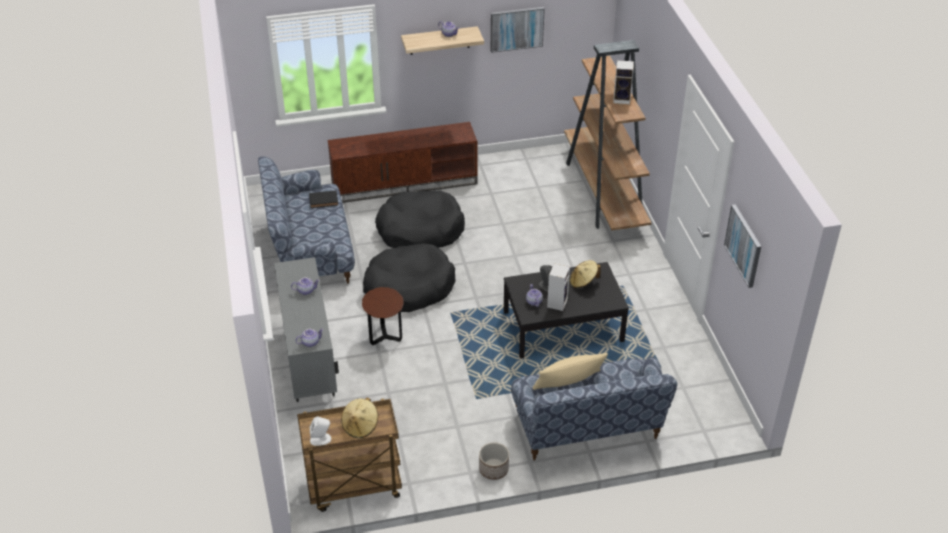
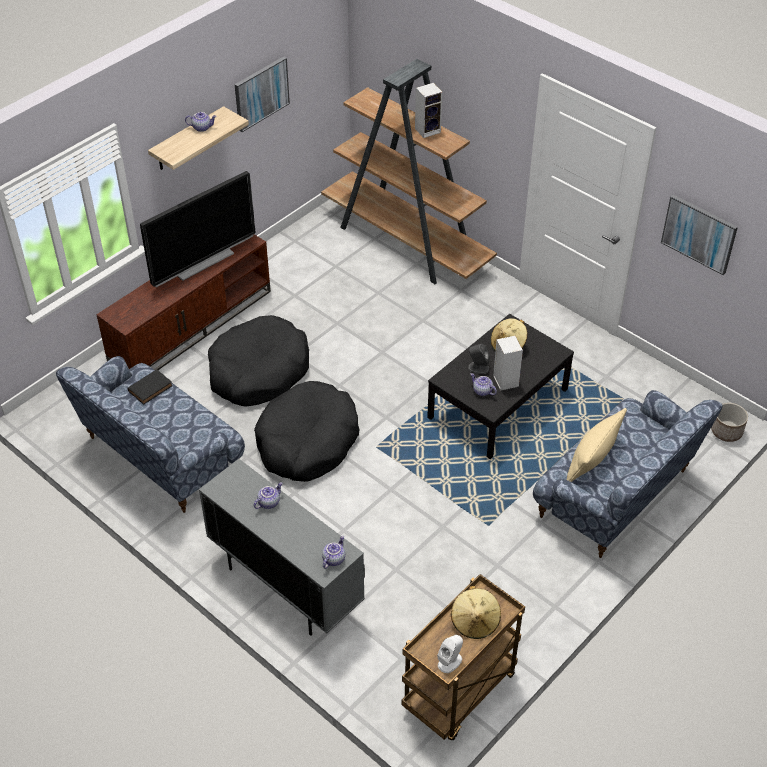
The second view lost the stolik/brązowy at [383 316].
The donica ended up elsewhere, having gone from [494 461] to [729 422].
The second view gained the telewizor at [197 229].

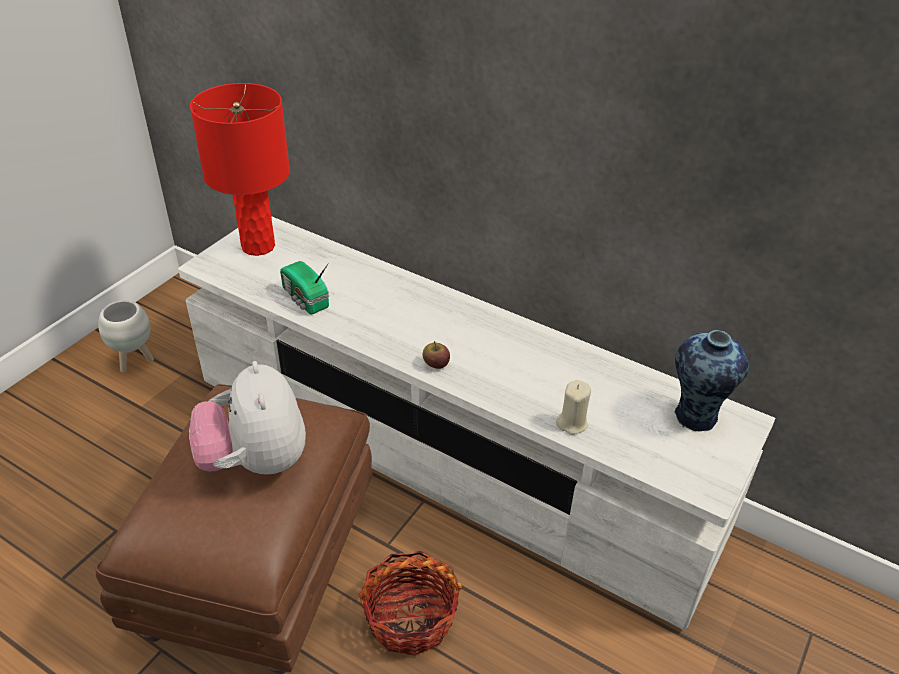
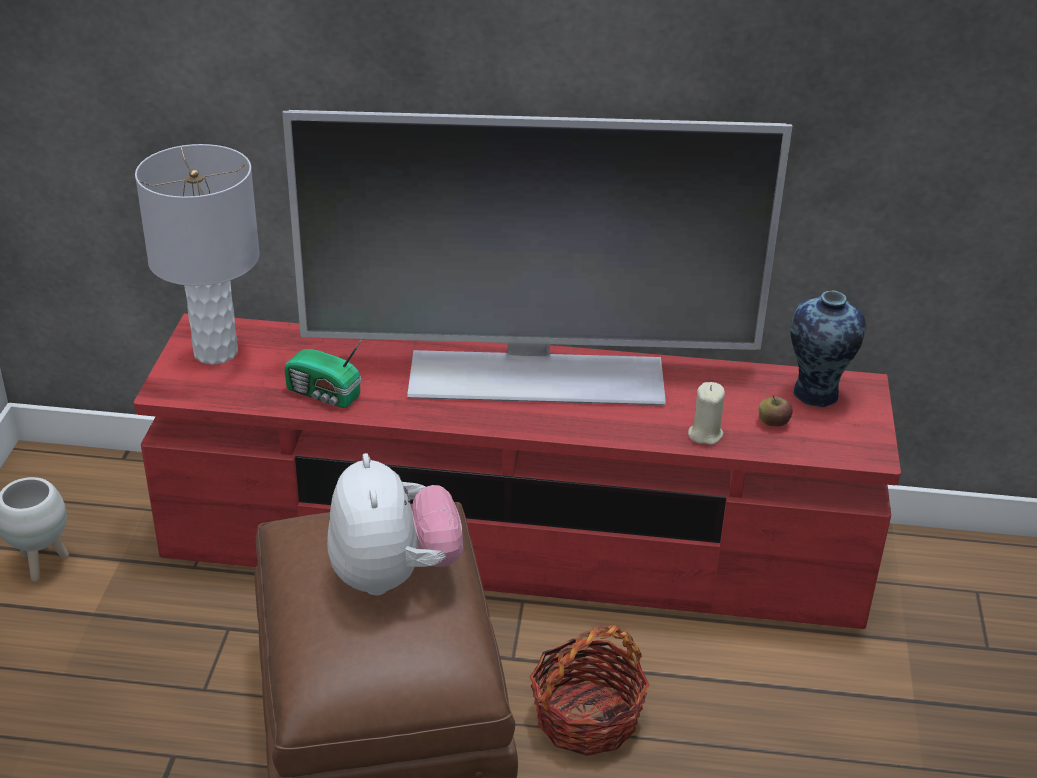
What was the lampa stołowa/czerwony at [240 169] turned into the lampa stołowa/szary at [197 254].
What was the szafka pod telewizor/biały at [477 423] turned into the szafka pod telewizor/czerwony at [517 471].
The jabłko ended up elsewhere, having gone from [436 355] to [775 411].
The pluszak at [247 418] ended up facing another way, 150 degrees counterclockwise from before.
The second view gained the telewizor at [537 257].

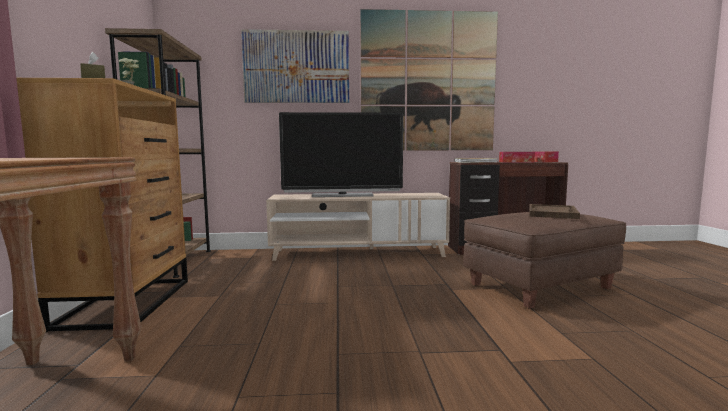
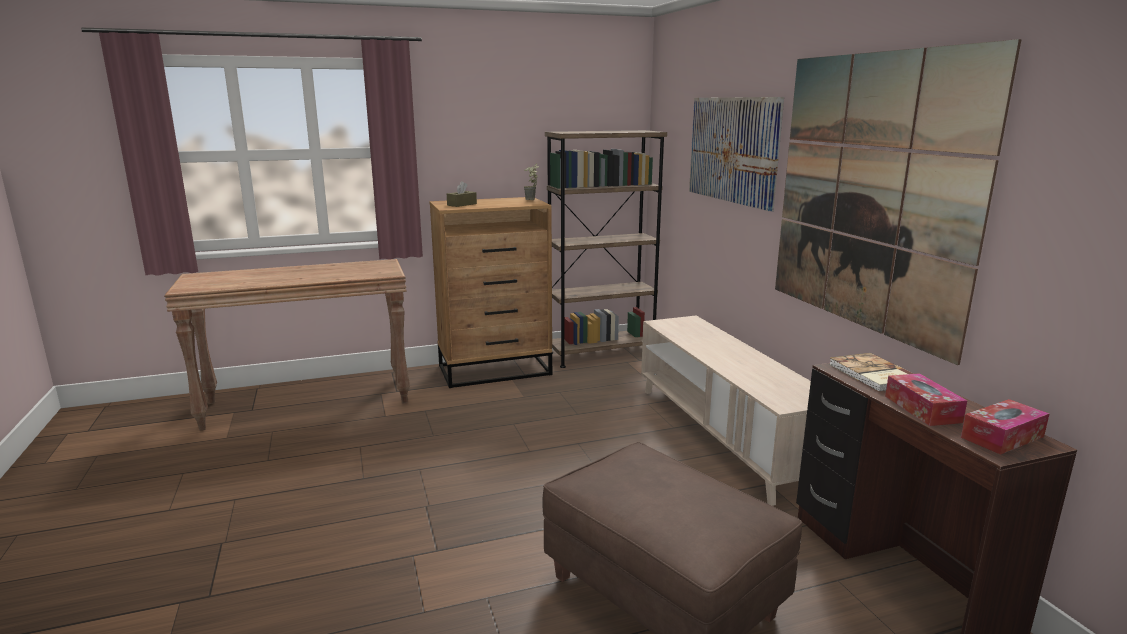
The second view lost the telewizor at [341 154].
The second view lost the taca/brązowy at [554 211].

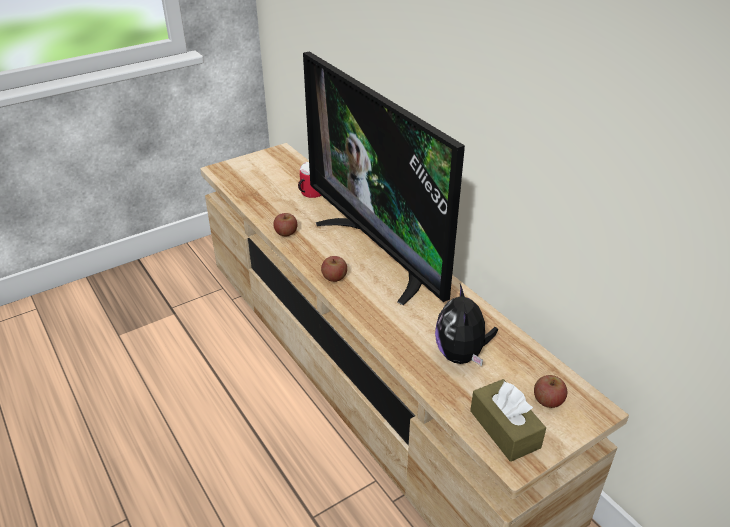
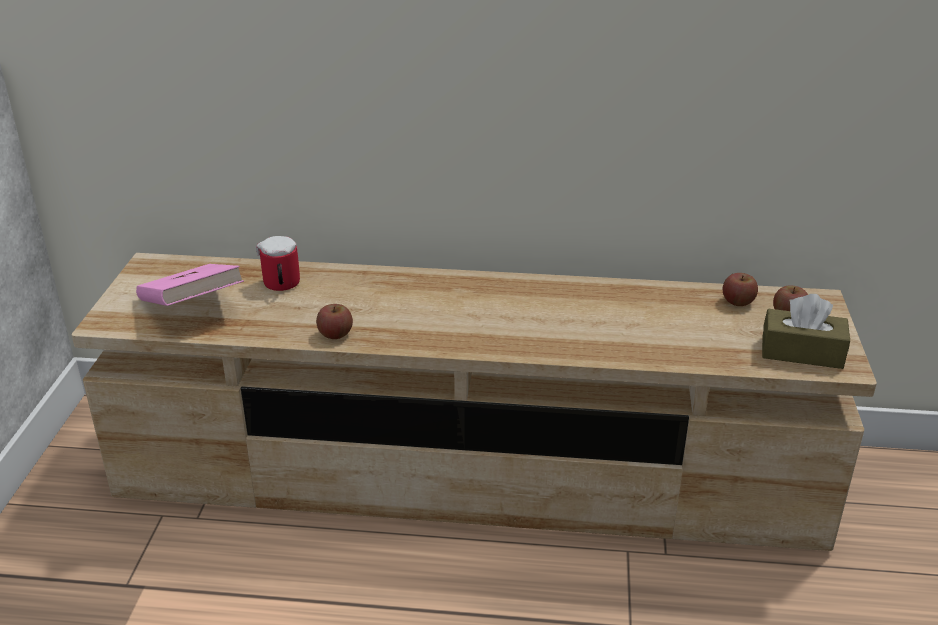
The second view lost the telewizor at [384 178].
The jabłko ended up elsewhere, having gone from [334 269] to [740 289].
The second view lost the pluszak at [466 325].
The second view gained the książka/różowy at [190 285].

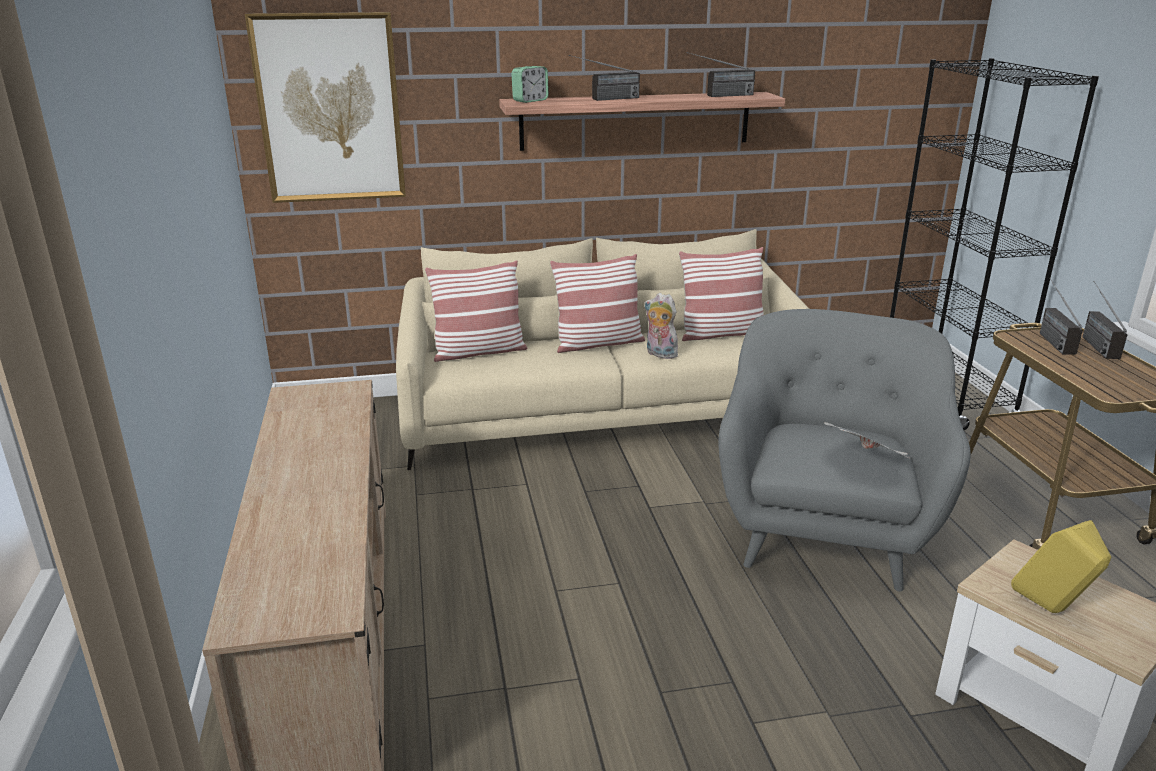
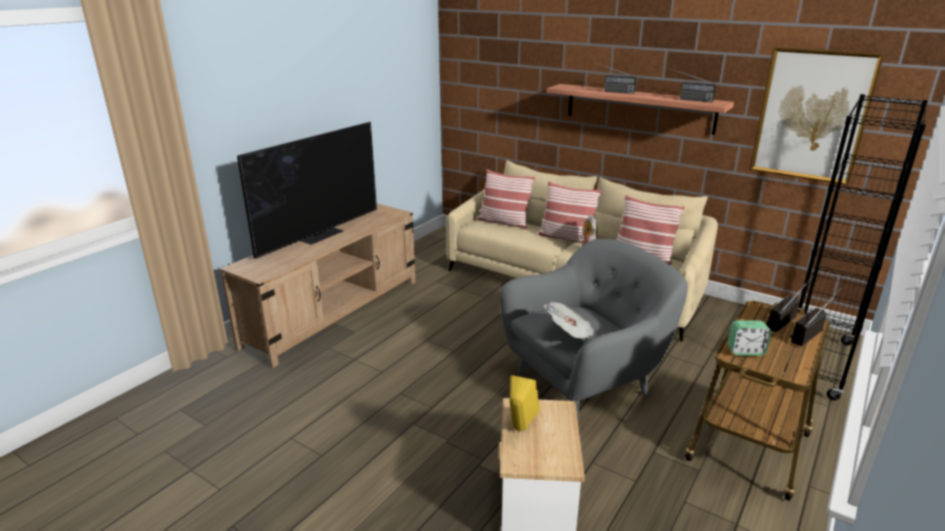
The obraz ended up elsewhere, having gone from [325 107] to [816 116].
The budzik ended up elsewhere, having gone from [530 84] to [749 338].
The second view gained the telewizor at [307 190].

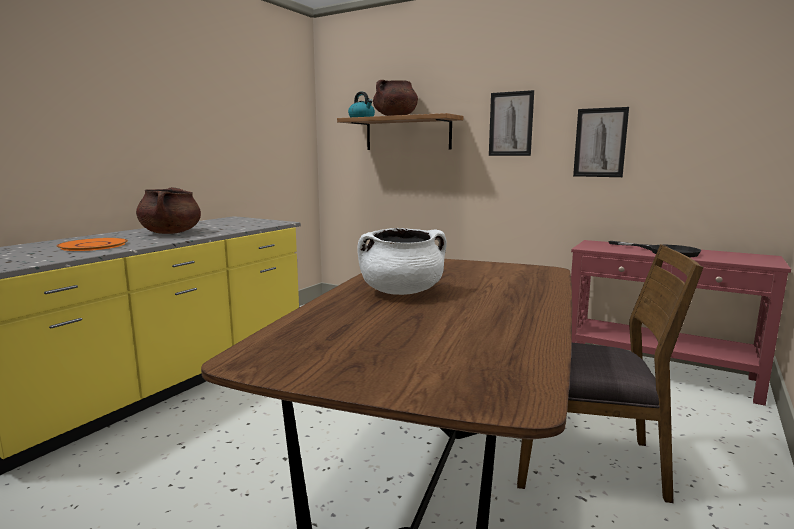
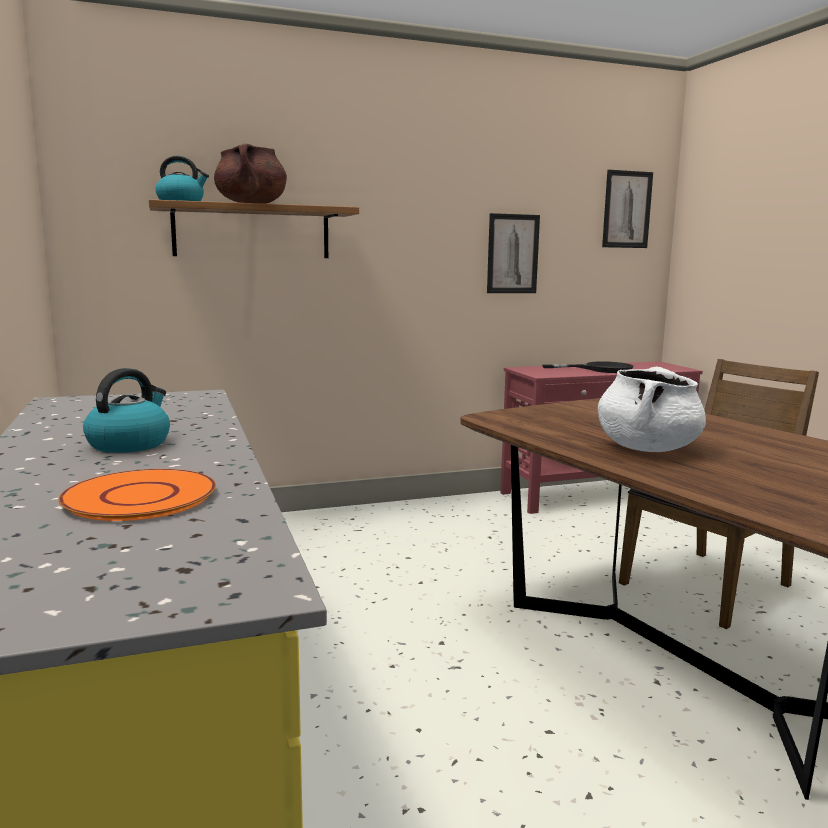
The obraz ended up elsewhere, having gone from [511 123] to [627 209].
Where the garnek/brązowy stood at [168 210], the czajnik came to stand at [126 410].

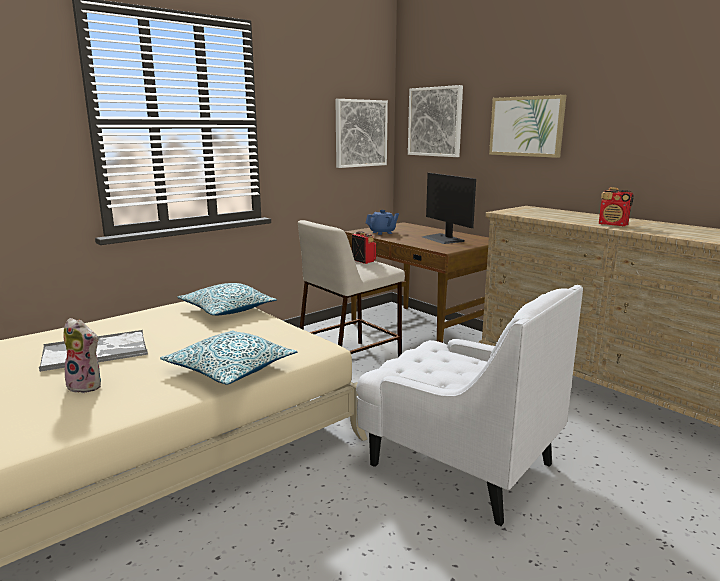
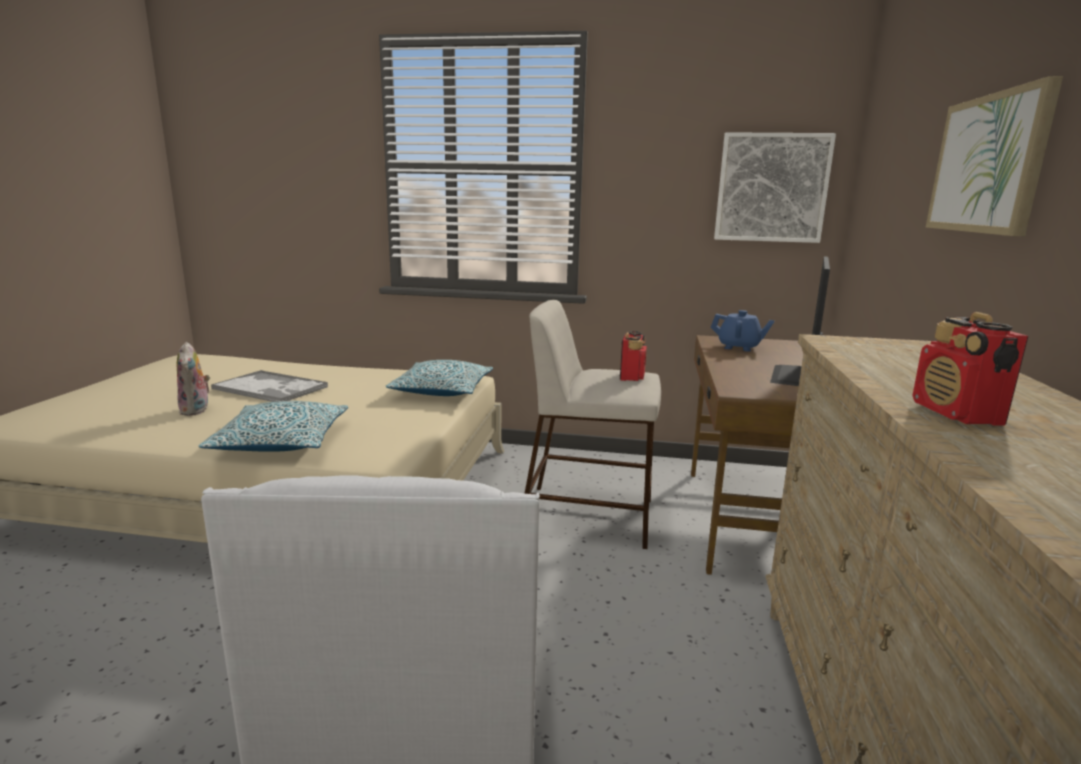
The second view lost the obraz at [435 121].

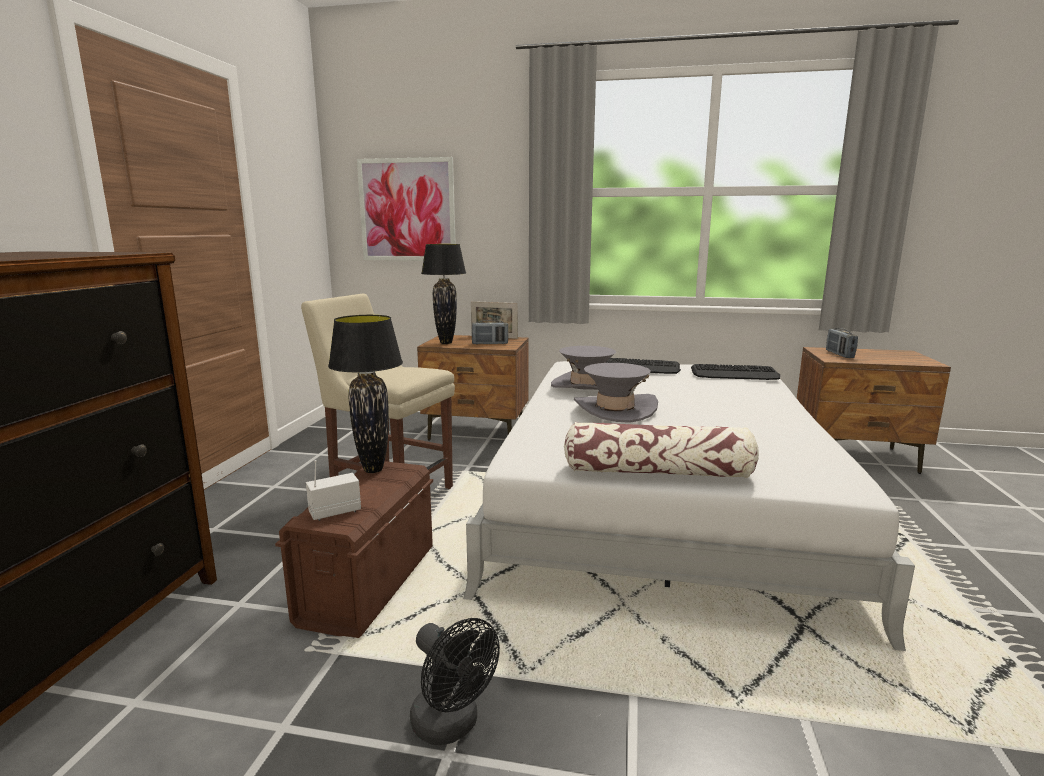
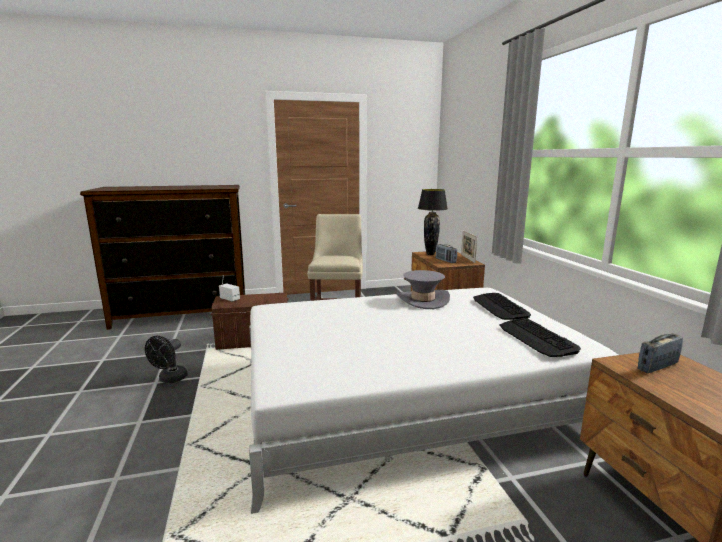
The second view lost the obraz at [406 209].
The second view lost the lampa stołowa/czarny at [365 394].
The second view lost the kapelusz/szary at [616 393].
The second view lost the poduszka at [661 450].

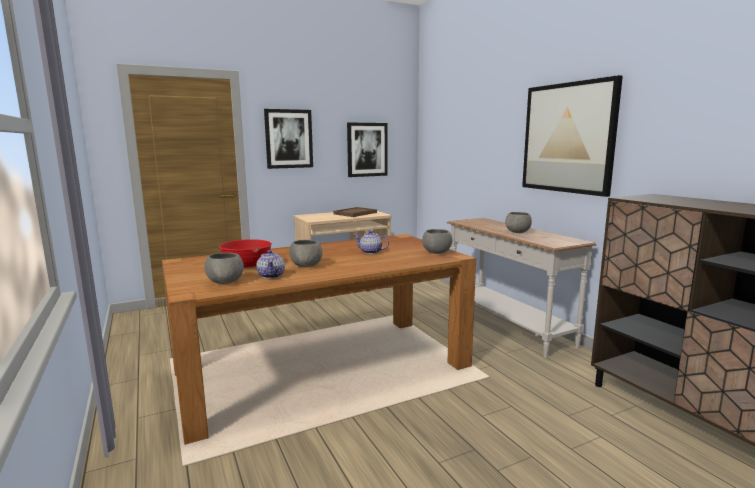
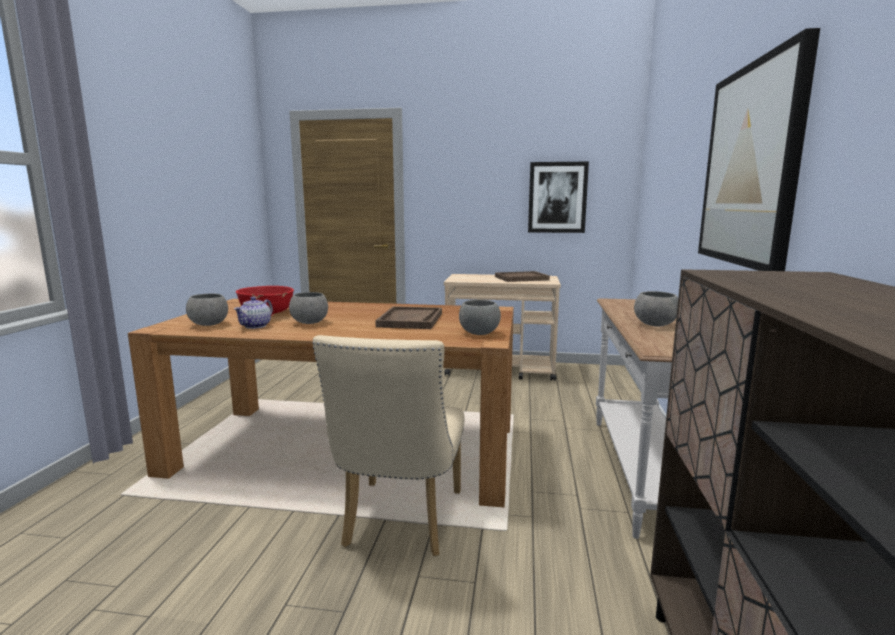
The second view lost the obraz at [288 139].
Where the imbryk stood at [371 242], the taca/brązowy came to stand at [408 317].
The second view gained the krzesło/beżowy at [389 445].

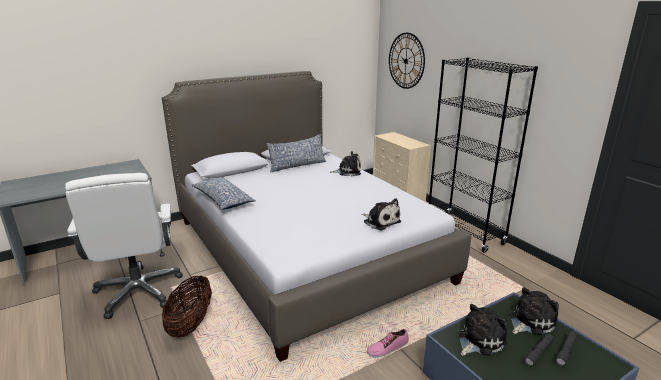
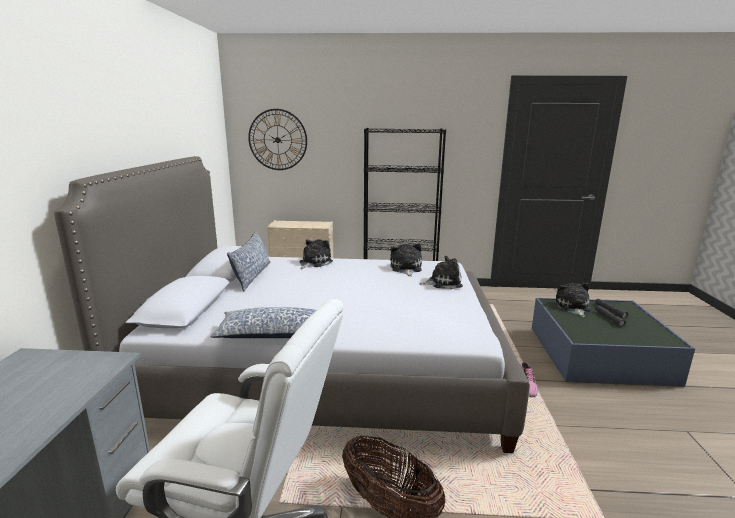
The pluszak ended up elsewhere, having gone from [482 330] to [406 260].

